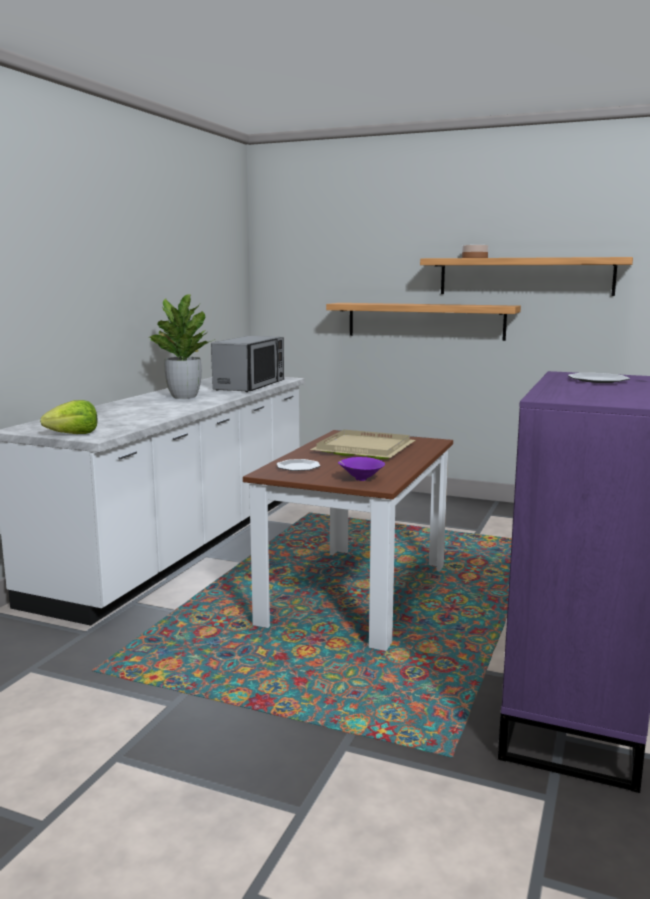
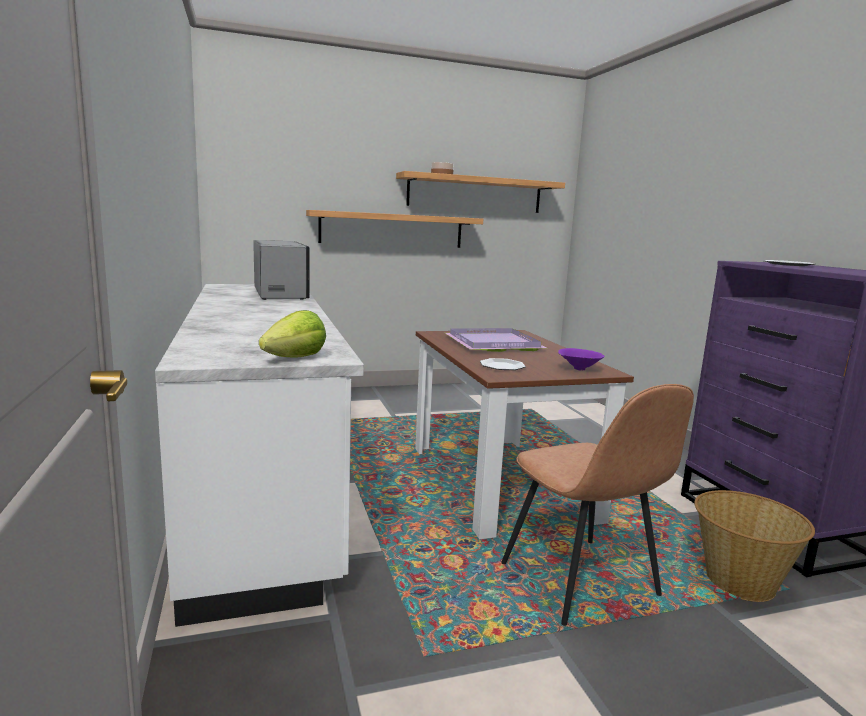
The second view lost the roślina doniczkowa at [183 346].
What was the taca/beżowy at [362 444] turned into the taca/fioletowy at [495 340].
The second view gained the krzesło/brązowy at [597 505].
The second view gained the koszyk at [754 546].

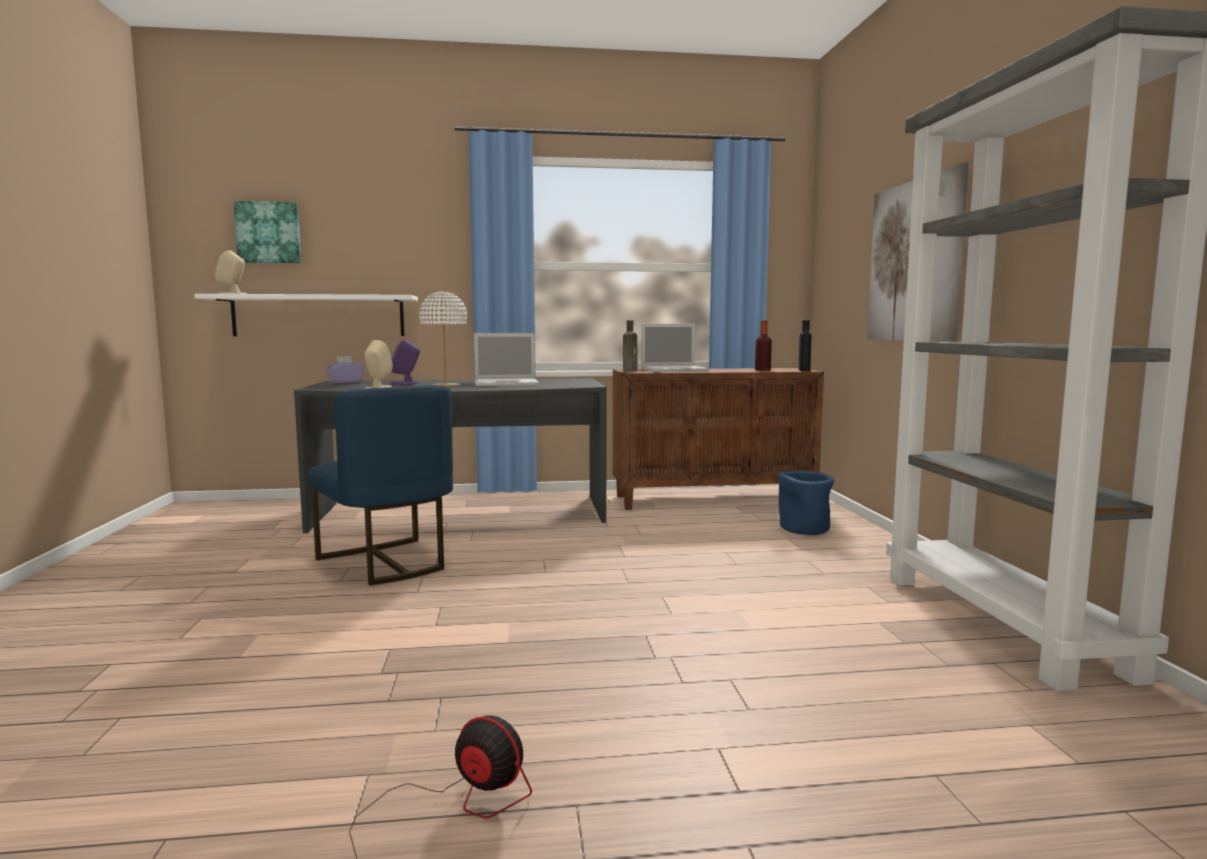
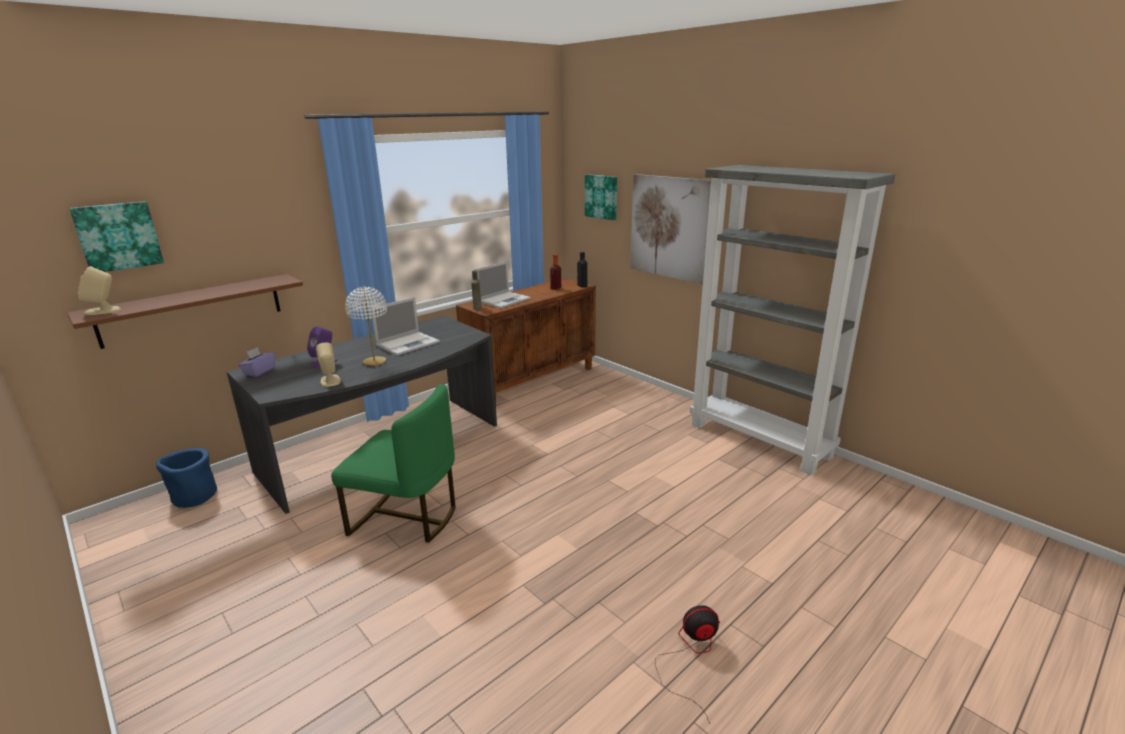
What was the półka/biały at [306 315] turned into the półka/brązowy at [185 311].
What was the krzesło/niebieski at [380 485] turned into the krzesło/zielony at [393 463].
The donica/niebieski ended up elsewhere, having gone from [806 503] to [186 478].
The second view gained the obraz at [601 197].

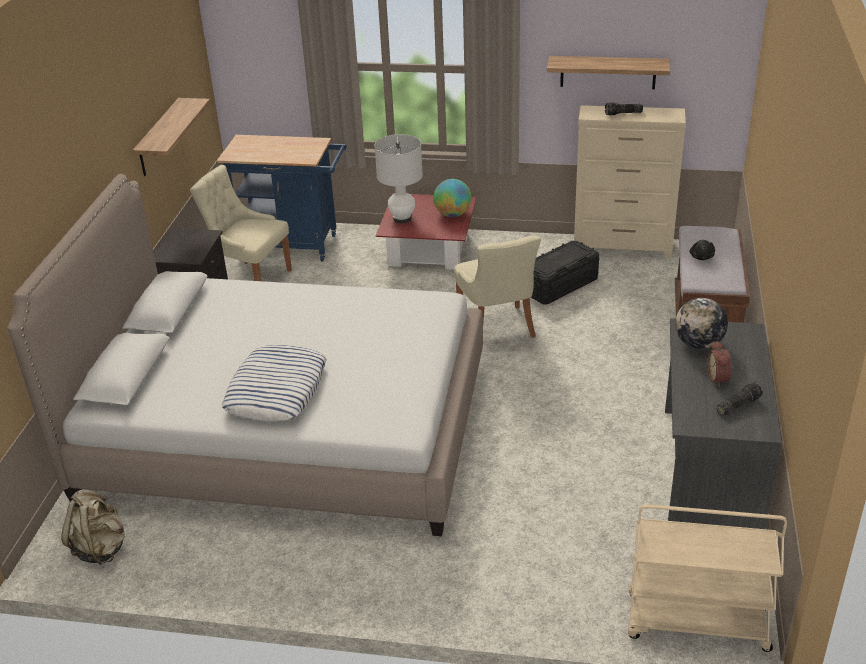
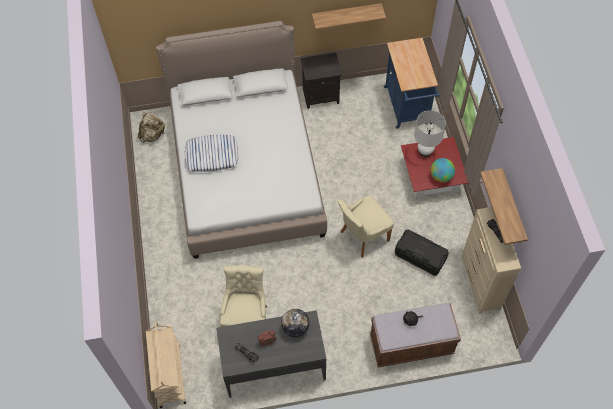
The krzesło/beżowy ended up elsewhere, having gone from [241 223] to [243 296].

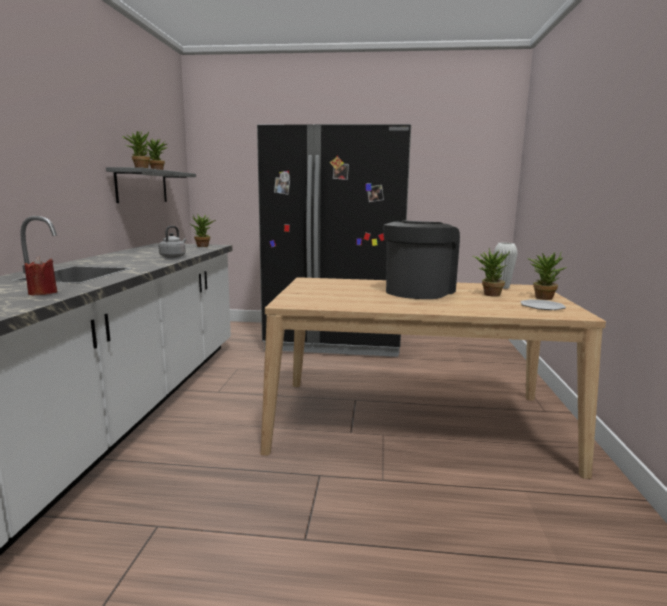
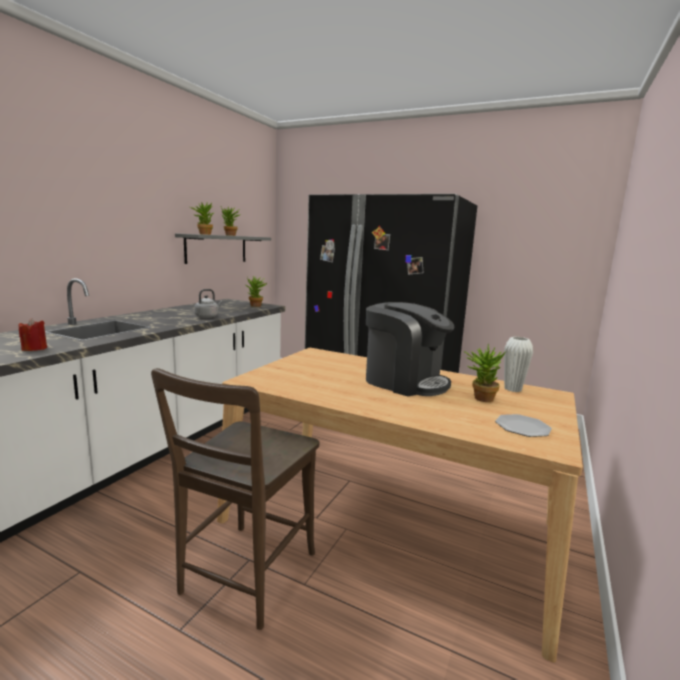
The ekspres do kawy at [421 260] ended up facing another way, 75 degrees clockwise from before.
The second view lost the roślina doniczkowa at [546 275].
The second view gained the krzesło/brązowy at [235 499].

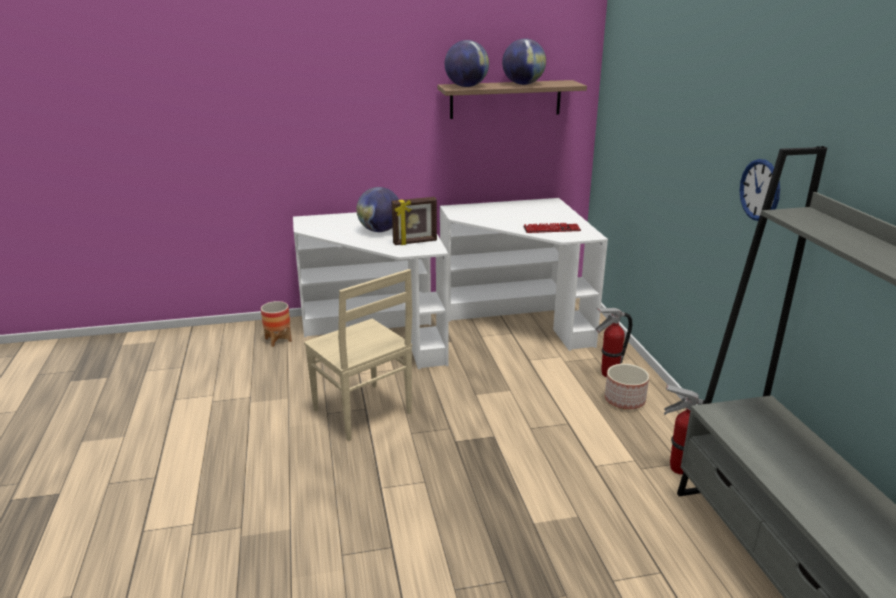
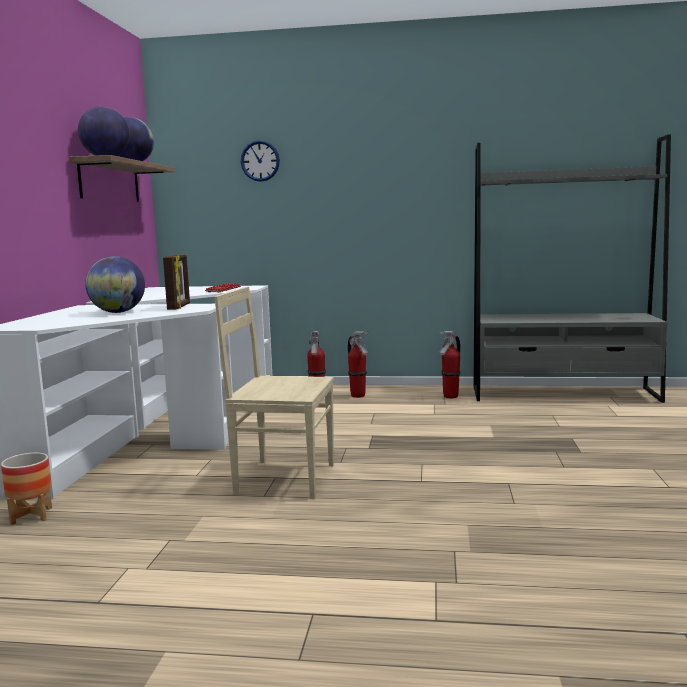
The zegar ścienny ended up elsewhere, having gone from [760 190] to [260 161].
The krzesło/beżowy at [358 355] ended up facing another way, 150 degrees counterclockwise from before.
Where the donica stood at [627 387], the gaśnica came to stand at [358 364].

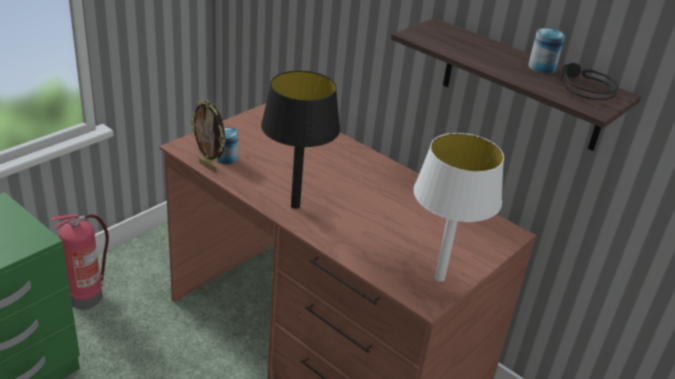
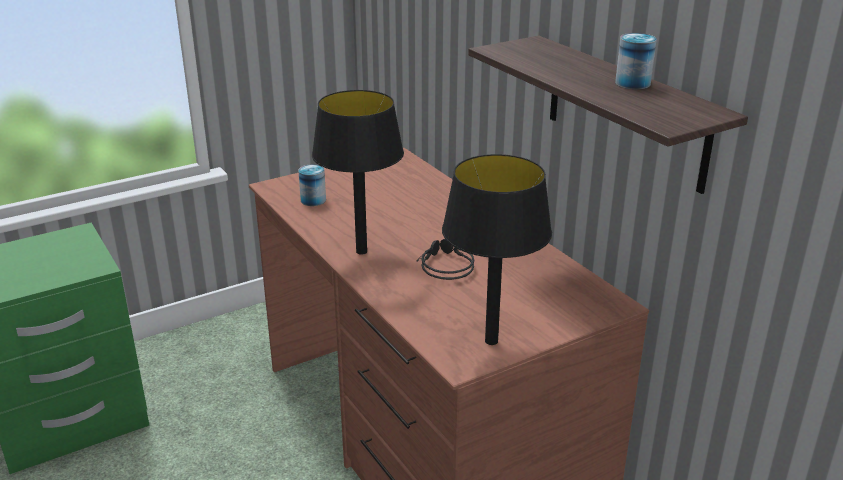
The słuchawki/czarny ended up elsewhere, having gone from [590 81] to [445 259].
The second view lost the ramka na zdjęcie at [207 136].
What was the lampa stołowa/biały at [459 207] turned into the lampa stołowa/czarny at [497 249].
The second view lost the gaśnica at [80 261].

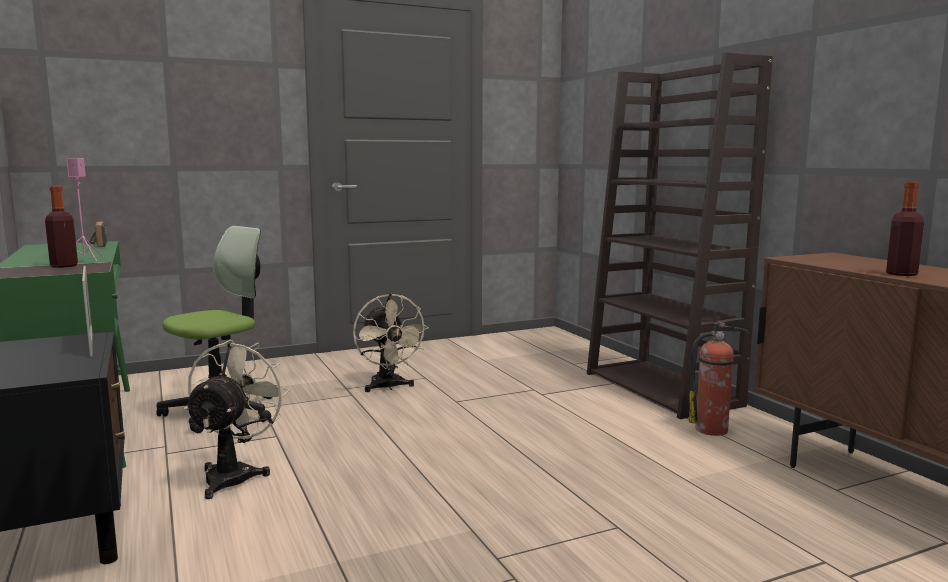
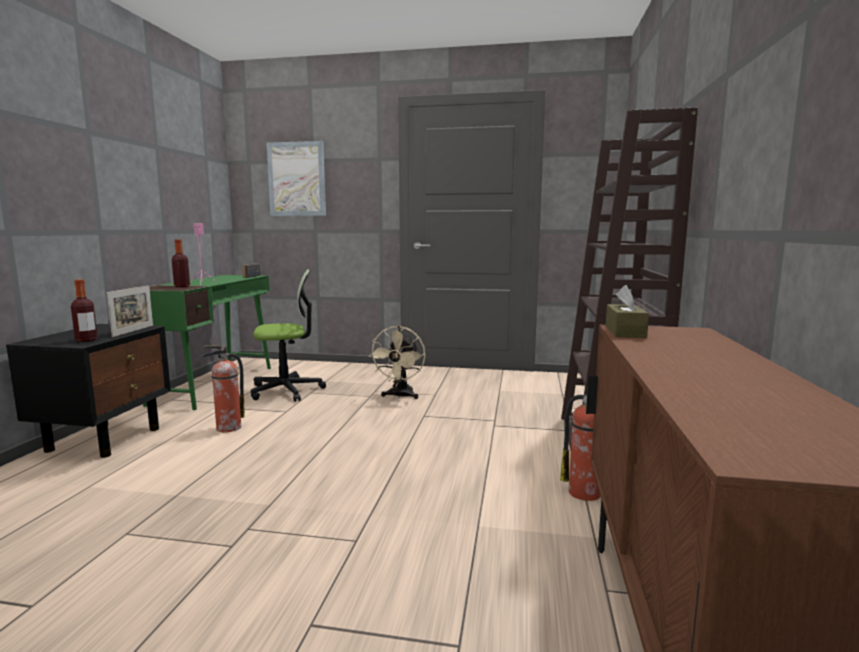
The butelka ended up elsewhere, having gone from [905 229] to [84 310].
Where the wentylator/beżowy stood at [237 419], the gaśnica came to stand at [223 388].
The second view gained the obraz at [296 178].
The second view gained the pudełko chusteczek/brązowy at [627 311].

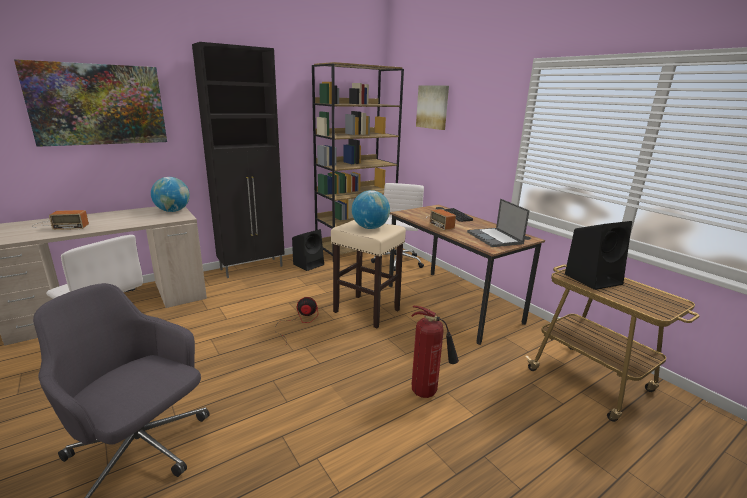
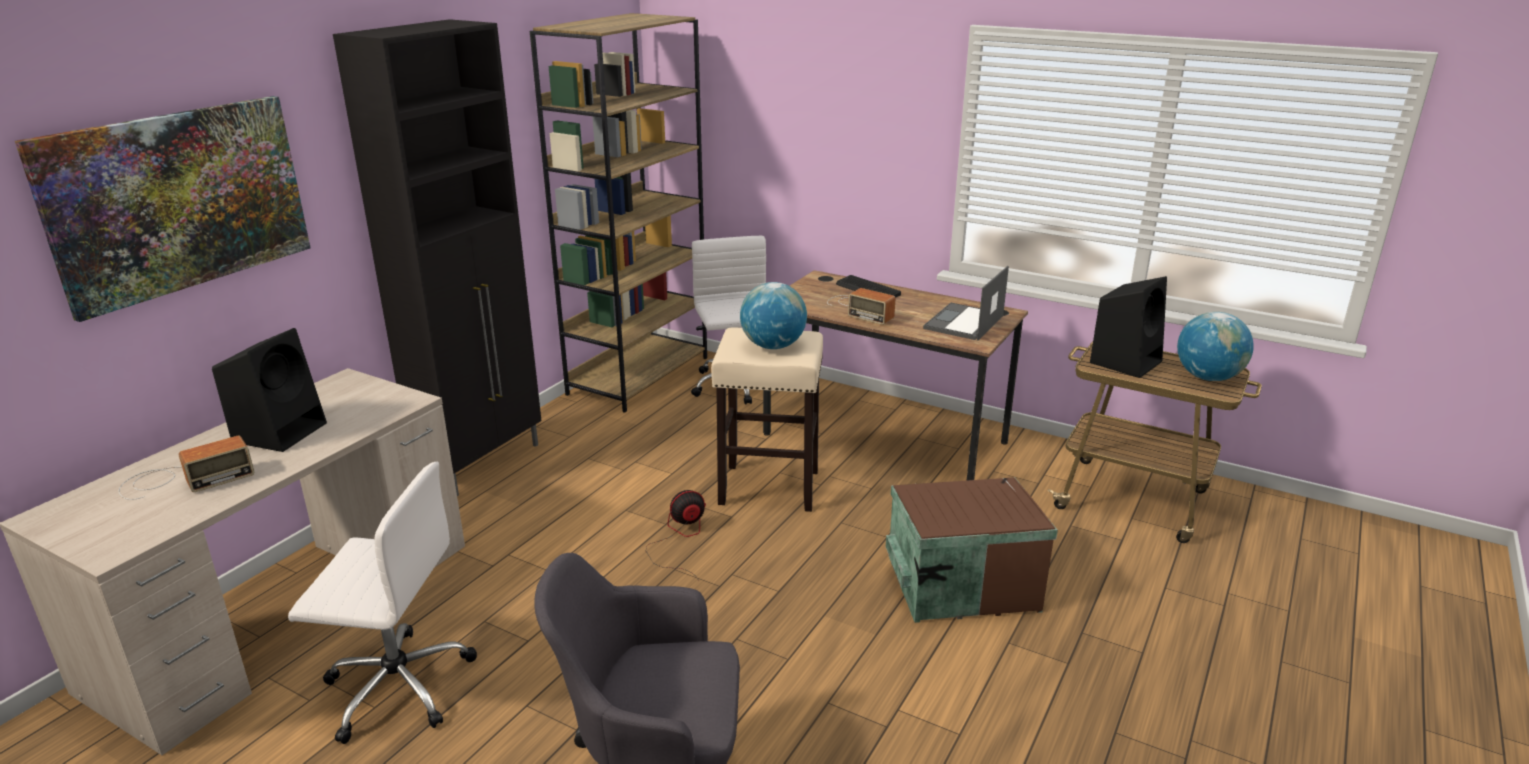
The second view lost the obraz at [432 107].
The globus ended up elsewhere, having gone from [170 194] to [1215 346].
The laptop at [498 223] ended up facing another way, 75 degrees clockwise from before.
The głośnik/czarny ended up elsewhere, having gone from [308 250] to [269 390].
Where the gaśnica stood at [435 351], the pojemnik do przechowywania/brązowy came to stand at [972 550].

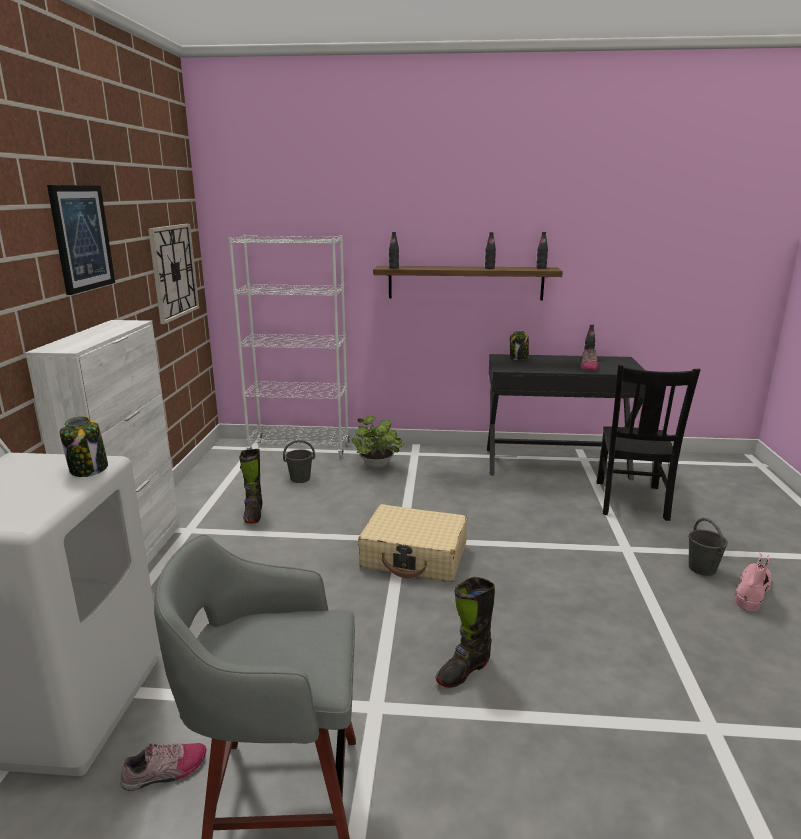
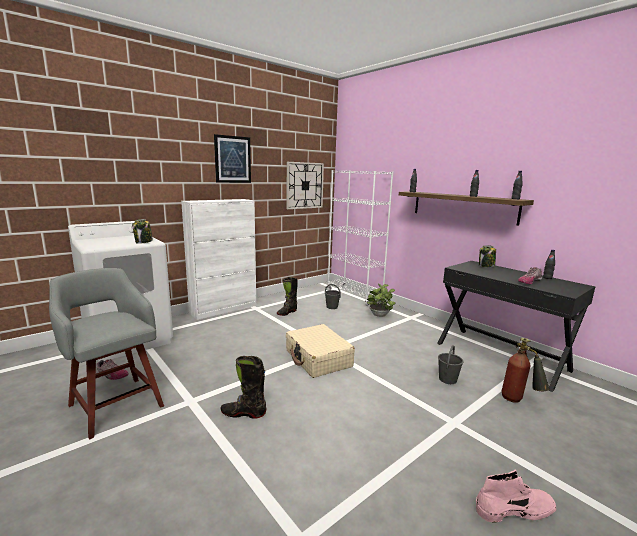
Where the krzesło/czarny stood at [649 443], the gaśnica came to stand at [526 370].
The wiadro/szary ended up elsewhere, having gone from [708 547] to [451 364].

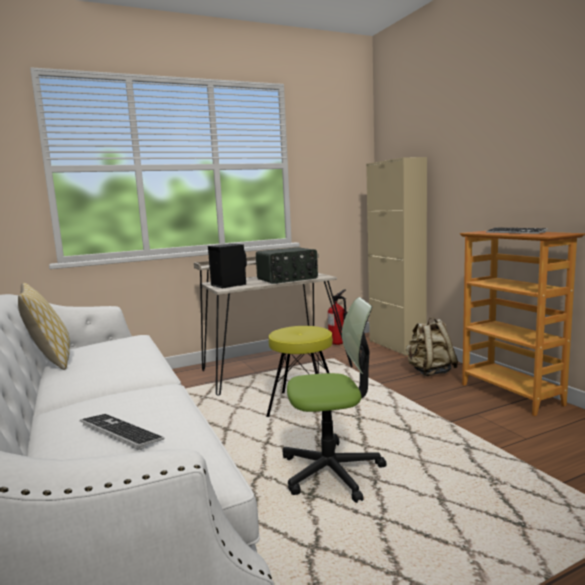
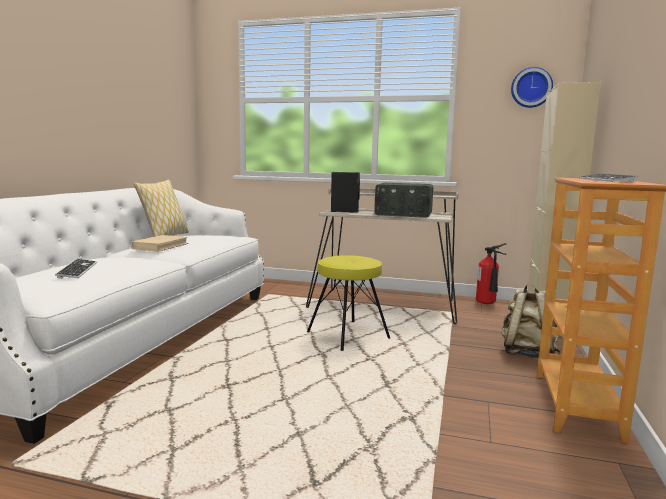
The second view lost the krzesło biurowe at [335 400].
The second view gained the zegar ścienny at [532 87].
The second view gained the książka/beżowy at [160 243].

